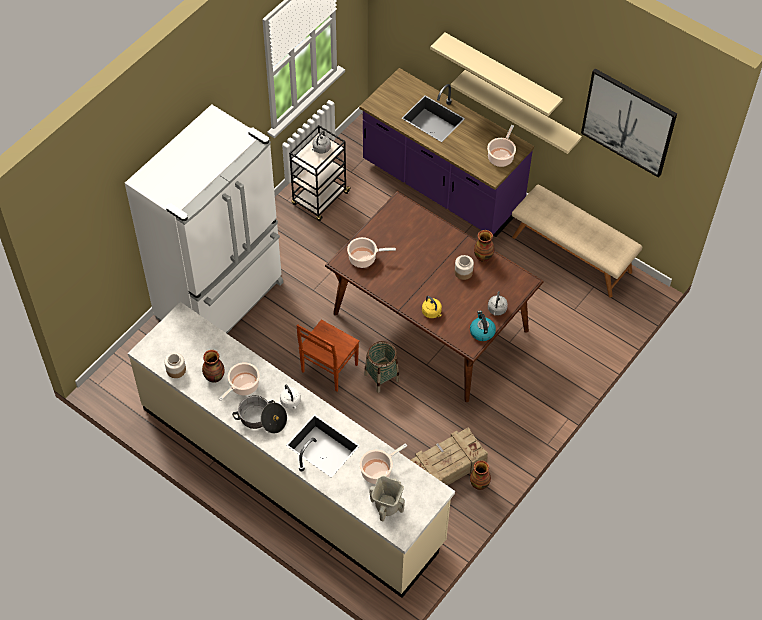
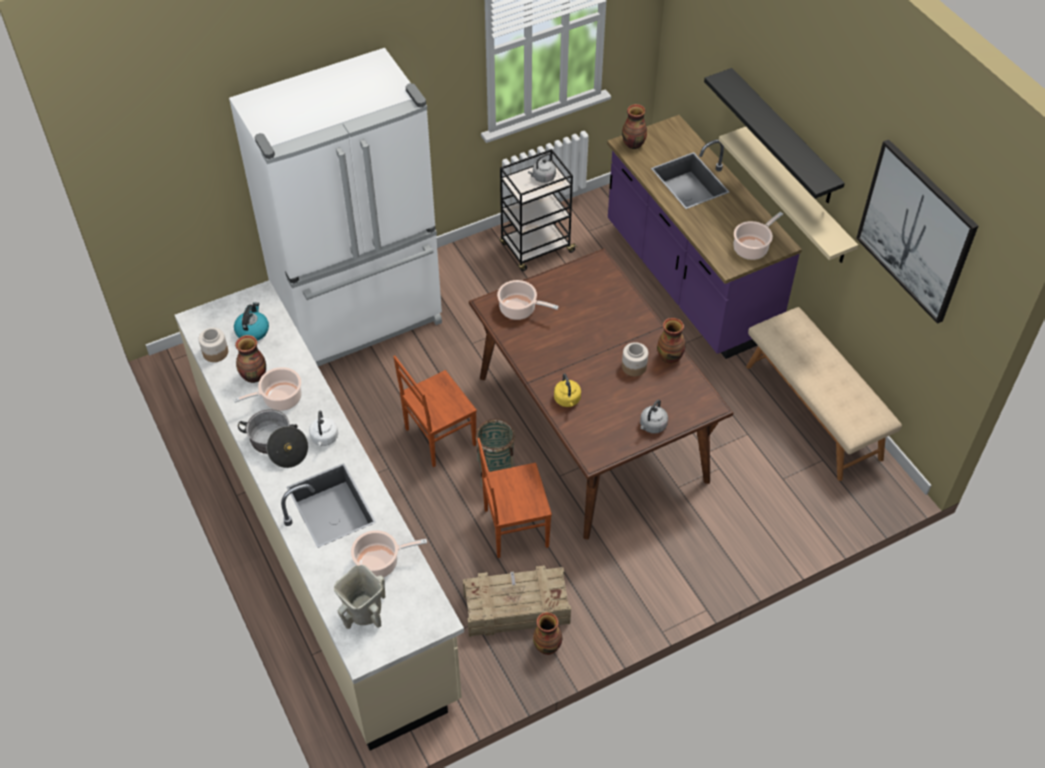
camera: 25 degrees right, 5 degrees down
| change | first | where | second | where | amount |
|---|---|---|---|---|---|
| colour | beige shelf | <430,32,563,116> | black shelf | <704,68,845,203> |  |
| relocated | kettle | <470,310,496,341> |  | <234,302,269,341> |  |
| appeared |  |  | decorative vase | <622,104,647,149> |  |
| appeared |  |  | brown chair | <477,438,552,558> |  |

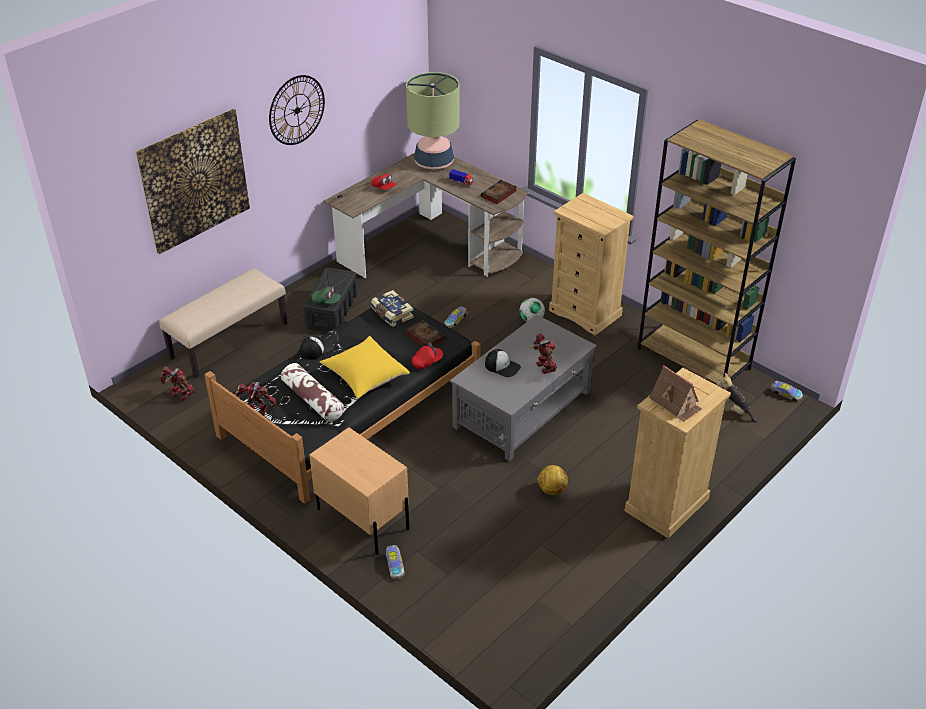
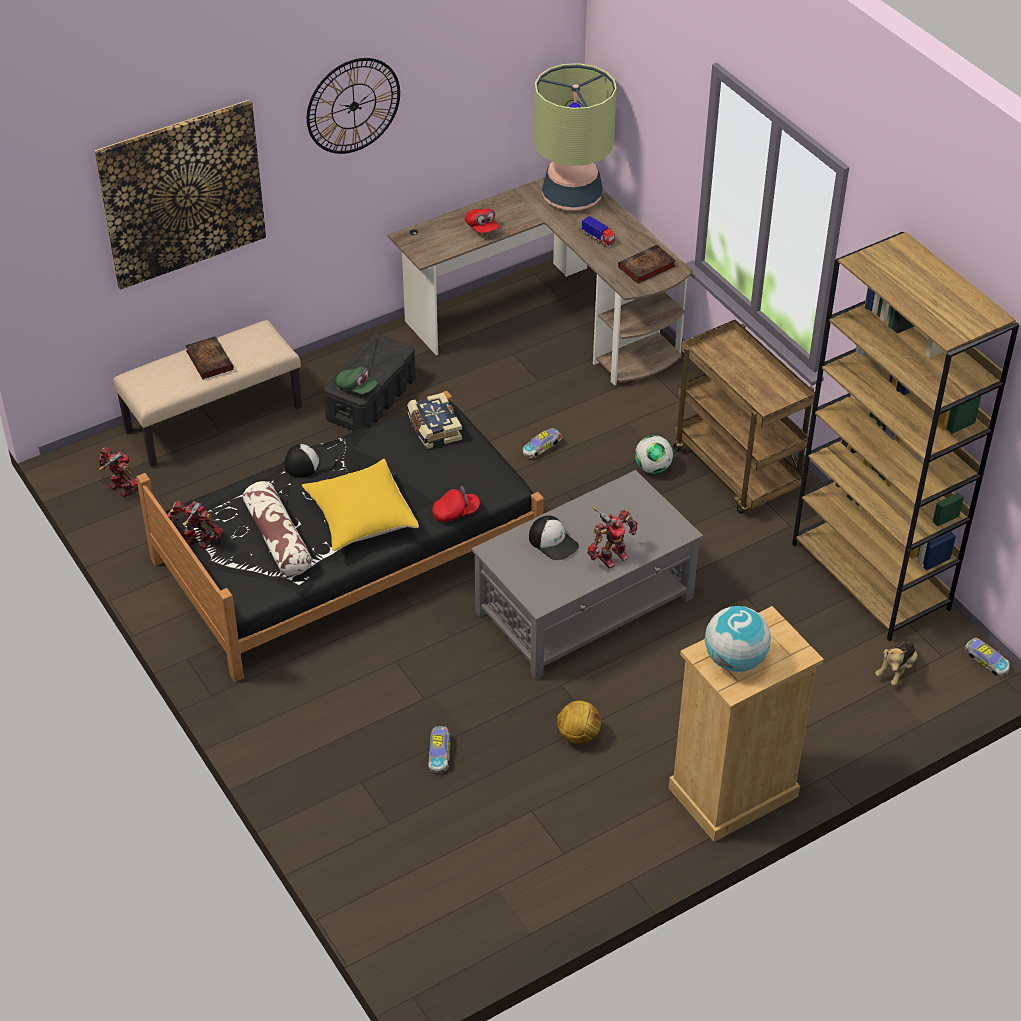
camera: 15 degrees right, 5 degrees up
| change | first | where | second | where | amount |
|---|---|---|---|---|---|
| exchanged | beige dresser | <549,193,634,335> | brown cart | <673,320,815,514> |  |
| relocated | bound book | <405,320,445,346> |  | <185,336,234,379> |  |
| spun | model robot | <531,333,557,374> |  | <587,507,637,569> | 60 degrees clockwise |
| exchanged | miniature house | <649,365,702,422> | desk globe | <705,606,771,672> |  |
| spun | soft toy | <716,373,757,423> |  | <875,642,917,686> | 120 degrees counterclockwise |
| missing | beige bedside table | <309,427,409,555> |  |  |  |
| relocated | miniature car | <386,545,405,579> |  | <428,726,451,773> |  |

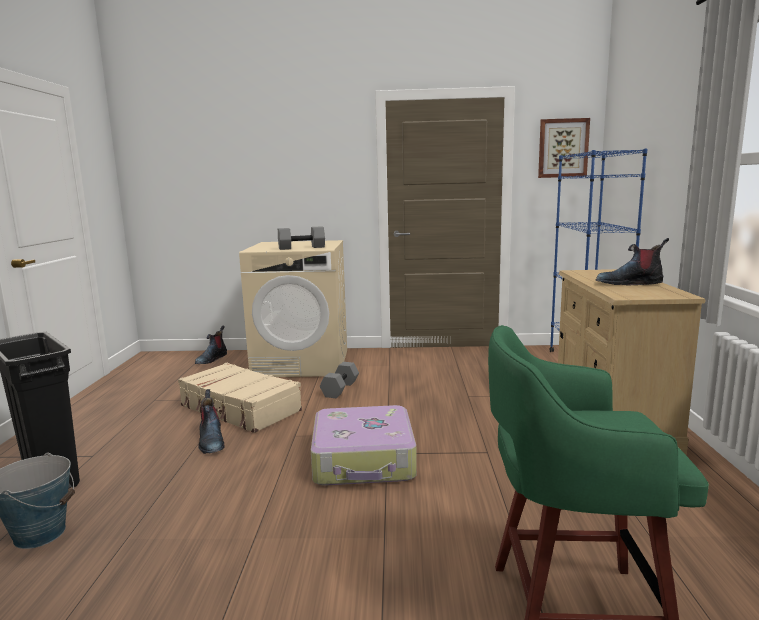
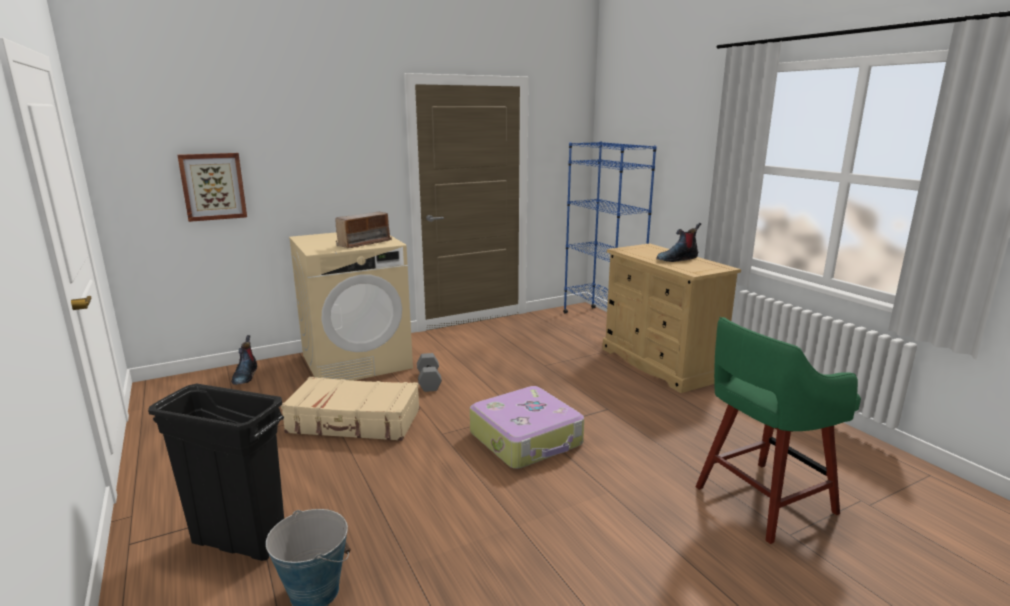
camera: 30 degrees left, 5 degrees up
| change | first | where | second | where | amount |
|---|---|---|---|---|---|
| relocated | picture | <538,118,590,178> |  | <177,153,247,222> |  |
| exchanged | greyish dumbbell | <278,226,325,250> | radio receiver | <335,212,392,249> |  |
| missing | tall boot | <198,389,225,454> |  |  |  |

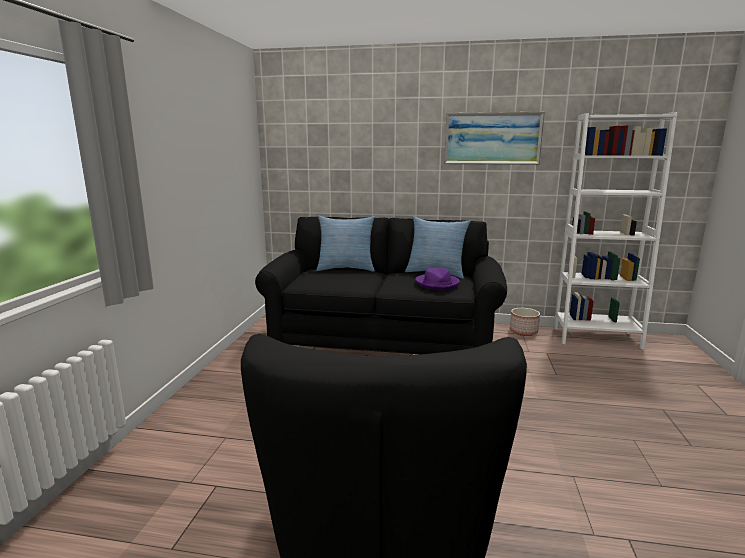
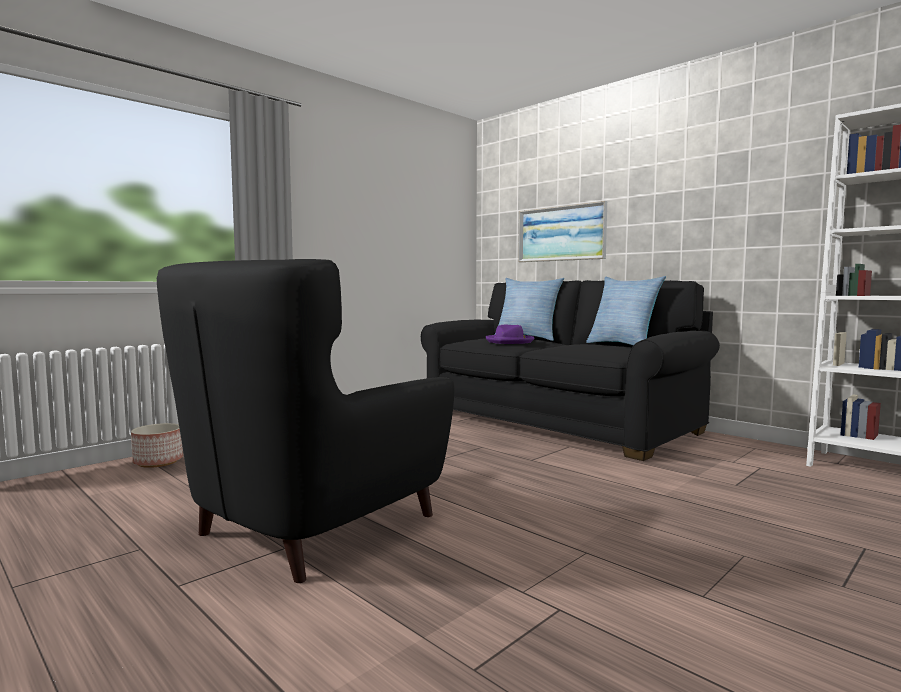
camera: 35 degrees right, 10 degrees down
| change | first | where | second | where | amount |
|---|---|---|---|---|---|
| relocated | picture | <444,112,545,165> |  | <518,201,607,262> |  |
| relocated | purple wearable hat | <415,267,460,290> |  | <486,325,534,344> |  |
| relocated | flower pot | <510,308,540,336> |  | <131,423,183,468> |  |

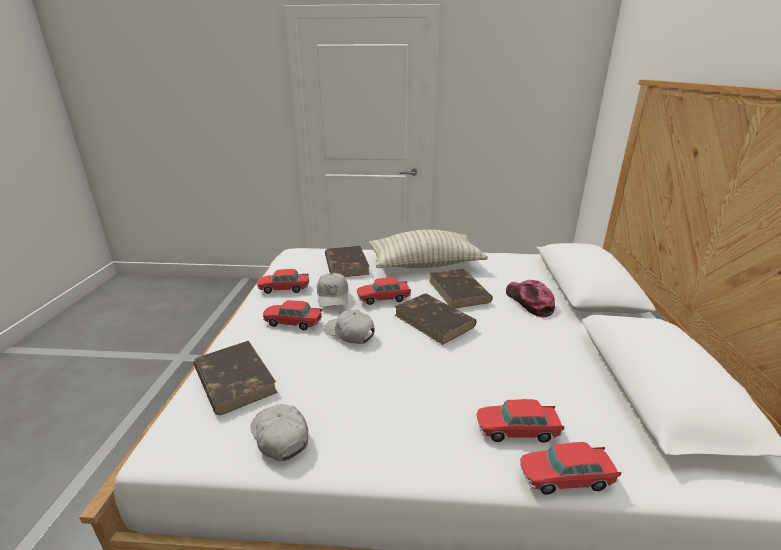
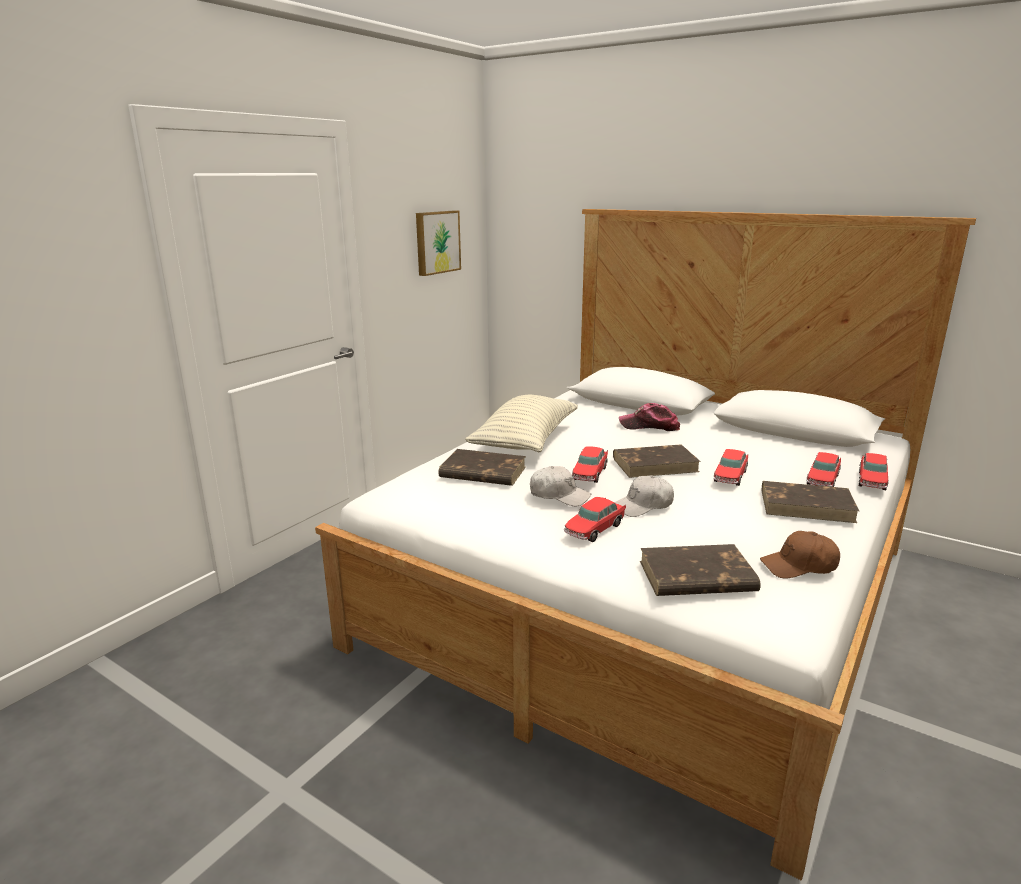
camera: 60 degrees left, 5 degrees down
| change | first | where | second | where | amount |
|---|---|---|---|---|---|
| relocated | miniature car | <257,269,309,294> |  | <714,449,748,486> |  |
| relocated | brown bound book | <429,269,493,308> |  | <762,481,859,523> |  |
| colour | white cap | <250,404,308,461> | brown cap | <760,531,840,579> |  |
| appeared |  |  | picture | <416,210,461,276> |  |

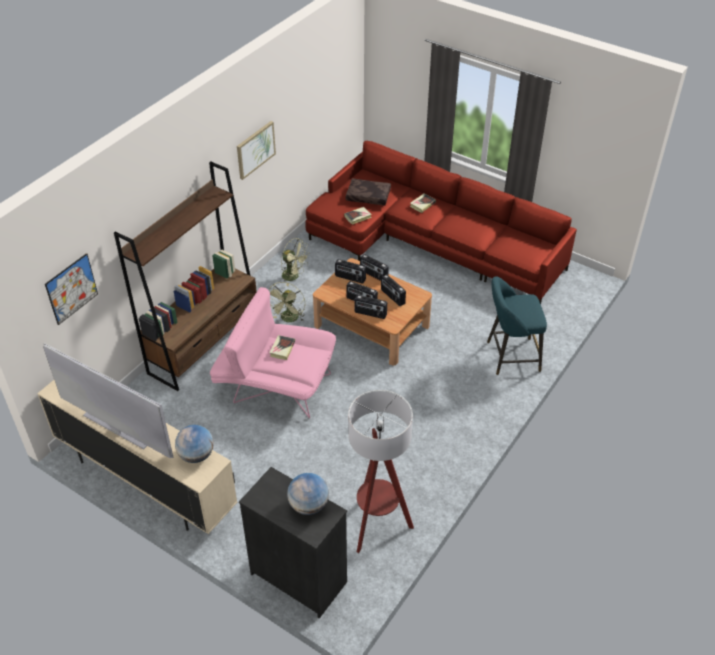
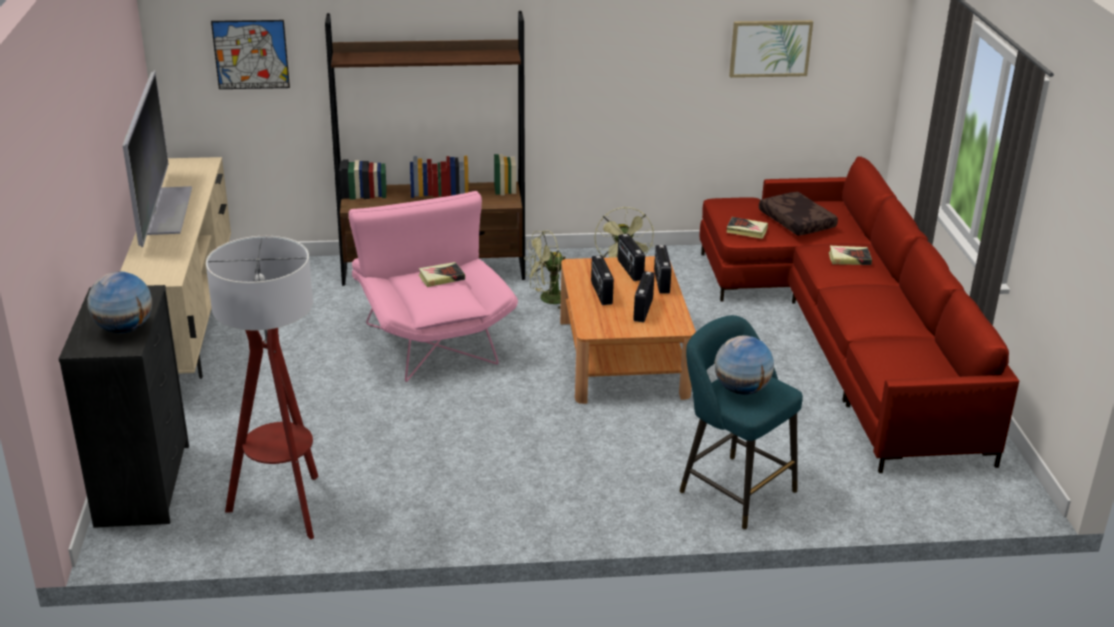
camera: 50 degrees right, 15 degrees down
| change | first | where | second | where | amount |
|---|---|---|---|---|---|
| relocated | picture | <237,121,276,180> |  | <729,20,813,78> |  |
| missing | radio receiver | <354,295,387,319> |  |  |  |
| relocated | desk globe | <175,425,214,463> |  | <714,335,774,395> |  |

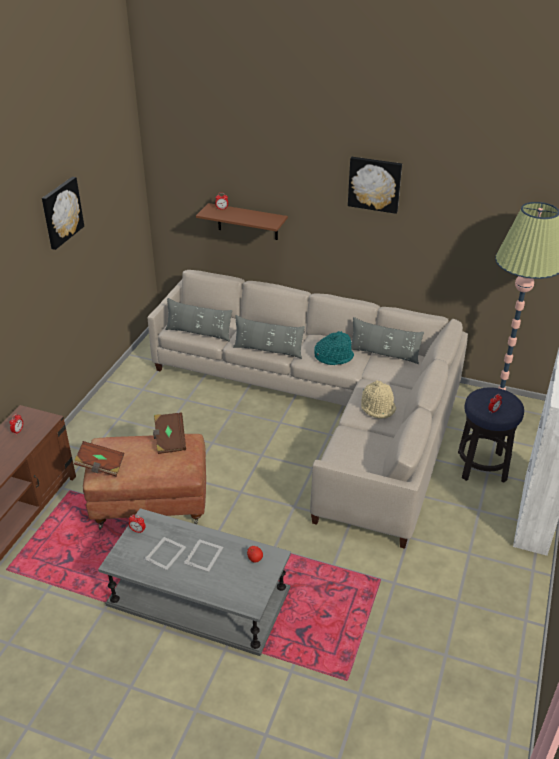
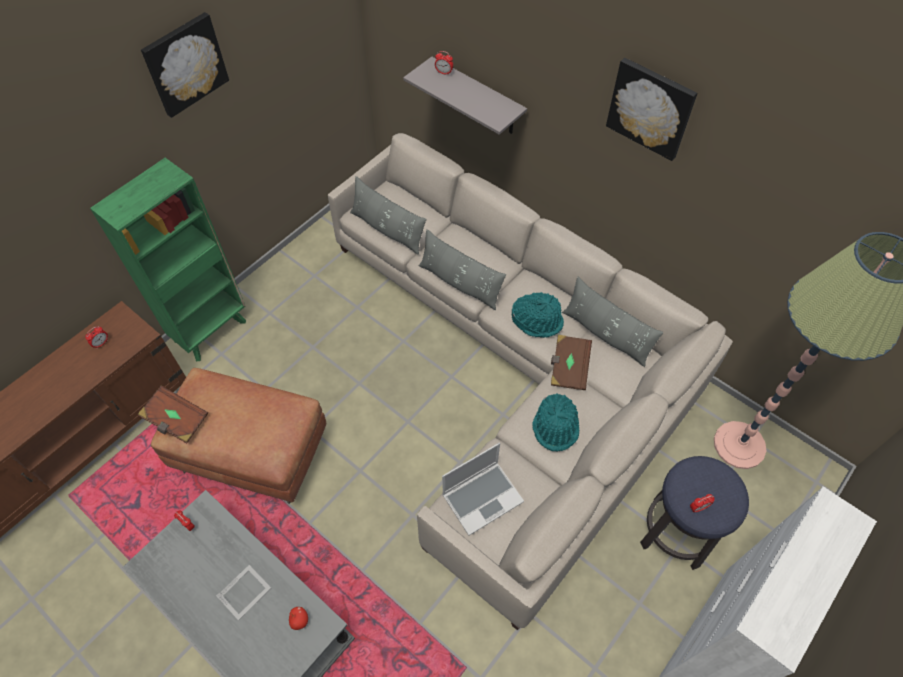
camera: 20 degrees right, 20 degrees up
| change | first | where | second | where | amount |
|---|---|---|---|---|---|
| colour | brown shelf | <196,203,288,240> | greyish shelf | <403,57,527,135> |  |
| colour | beige wearable hat | <361,380,396,419> | turquoise-coloured wearable hat | <532,393,580,452> |  |
| relocated | brown bound book | <153,413,186,454> |  | <551,335,592,390> |  |
| missing | photo frame | <144,537,186,570> |  |  |  |
| appeared |  |  | green bookshelf | <90,158,246,361> |  |
| appeared |  |  | notebook computer | <442,443,524,536> |  |

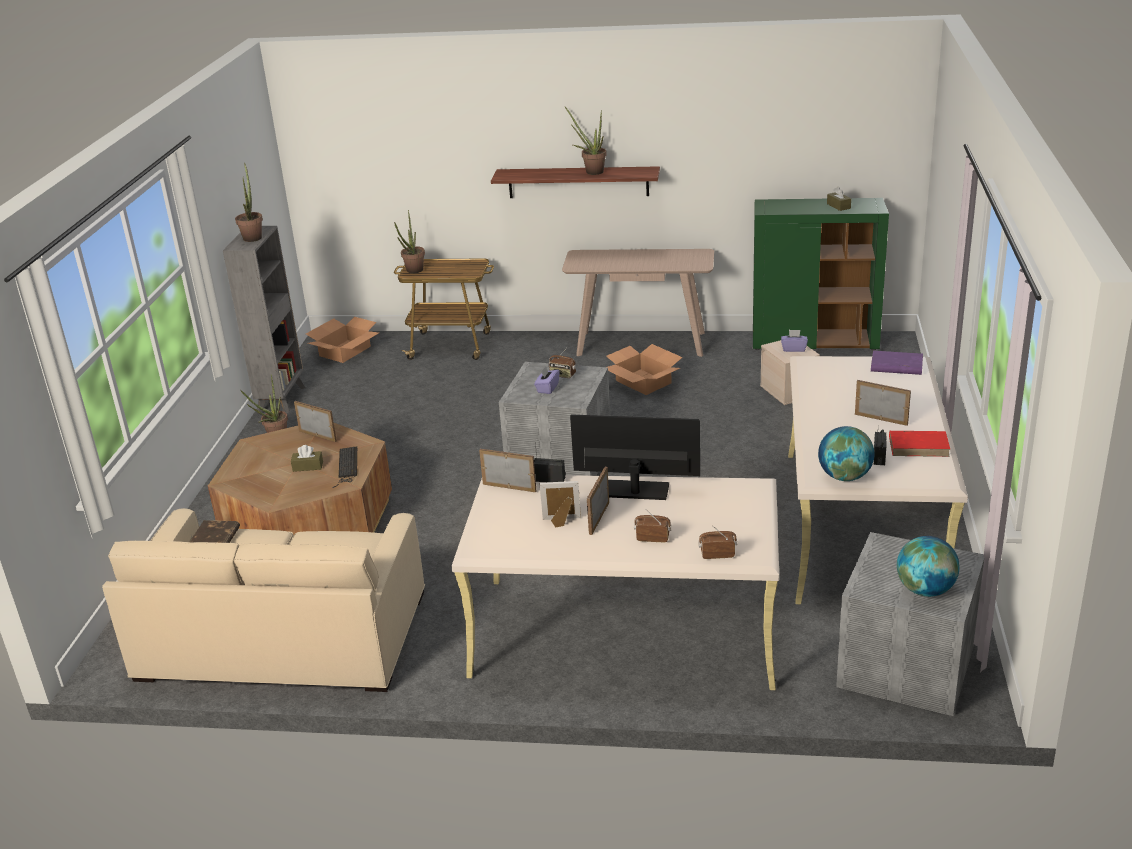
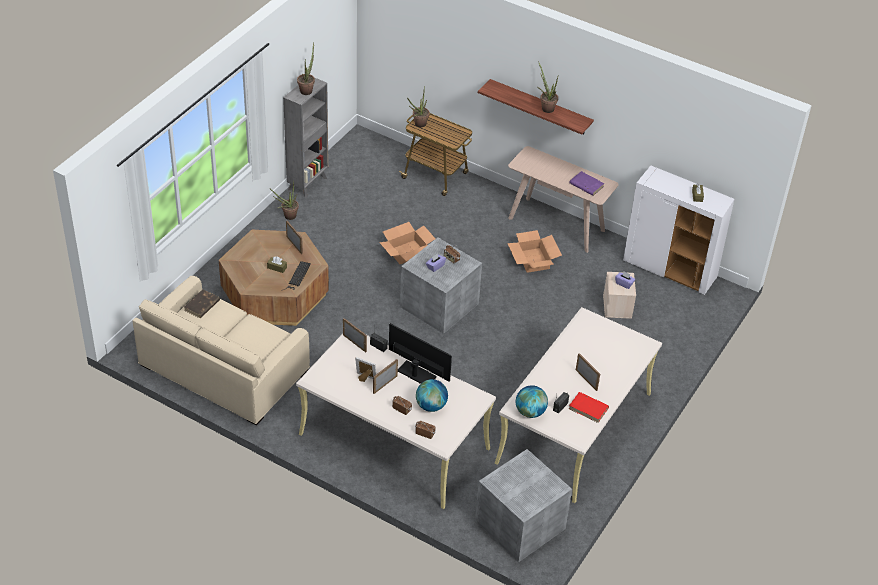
camera: 20 degrees right, 15 degrees up
| change | first | where | second | where | amount |
|---|---|---|---|---|---|
| colour | green cupboard | <753,198,889,350> | white cupboard | <623,166,734,295> |  |
| relocated | cardboard box | <306,317,379,363> |  | <379,222,435,264> |  |
| relocated | purple bound book | <871,351,923,375> |  | <569,171,605,196> |  |
| relocated | desk globe | <897,536,960,597> |  | <416,379,448,412> |  |

